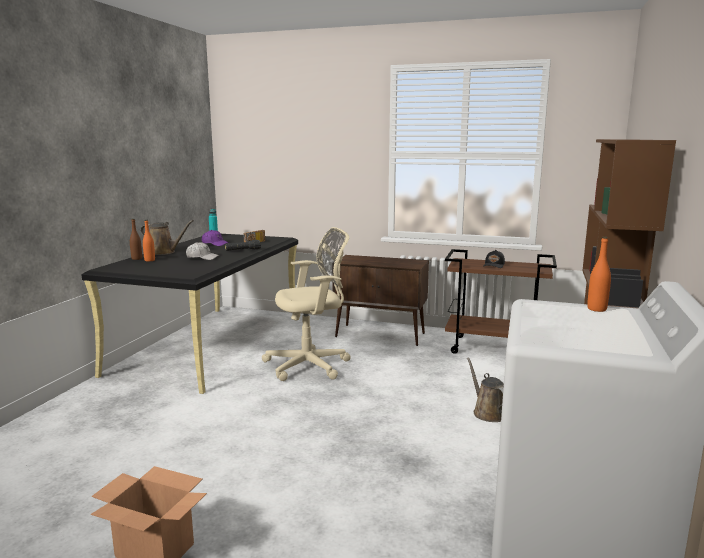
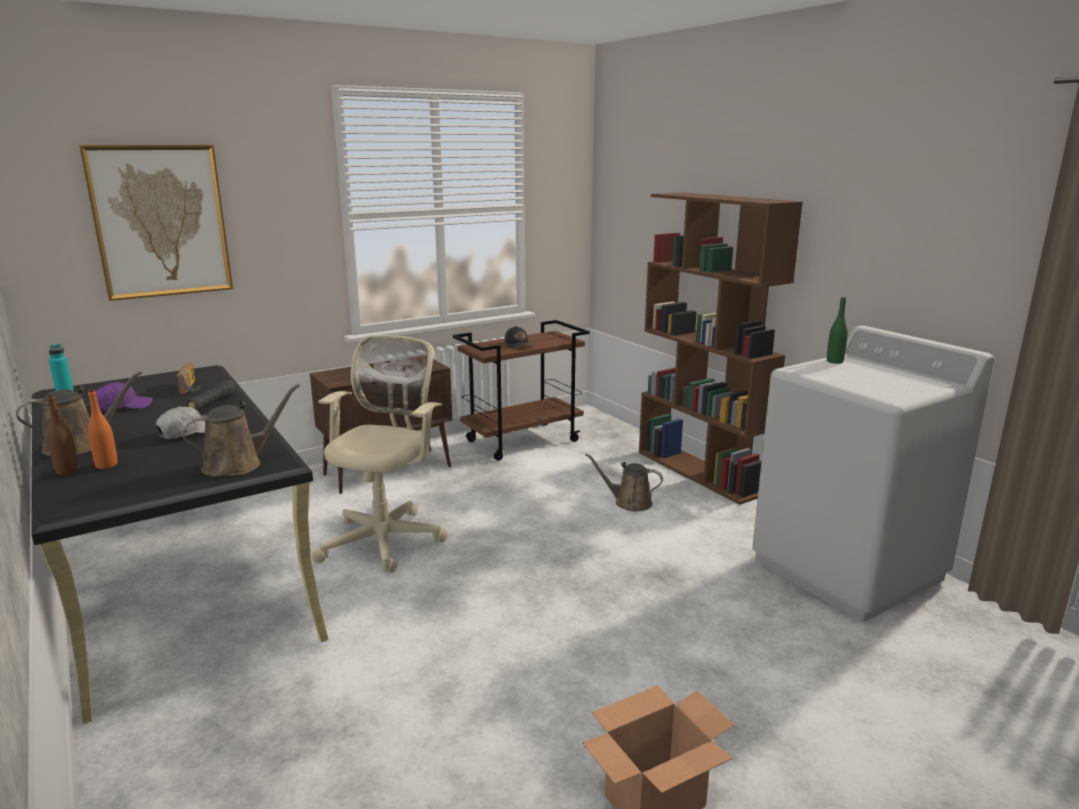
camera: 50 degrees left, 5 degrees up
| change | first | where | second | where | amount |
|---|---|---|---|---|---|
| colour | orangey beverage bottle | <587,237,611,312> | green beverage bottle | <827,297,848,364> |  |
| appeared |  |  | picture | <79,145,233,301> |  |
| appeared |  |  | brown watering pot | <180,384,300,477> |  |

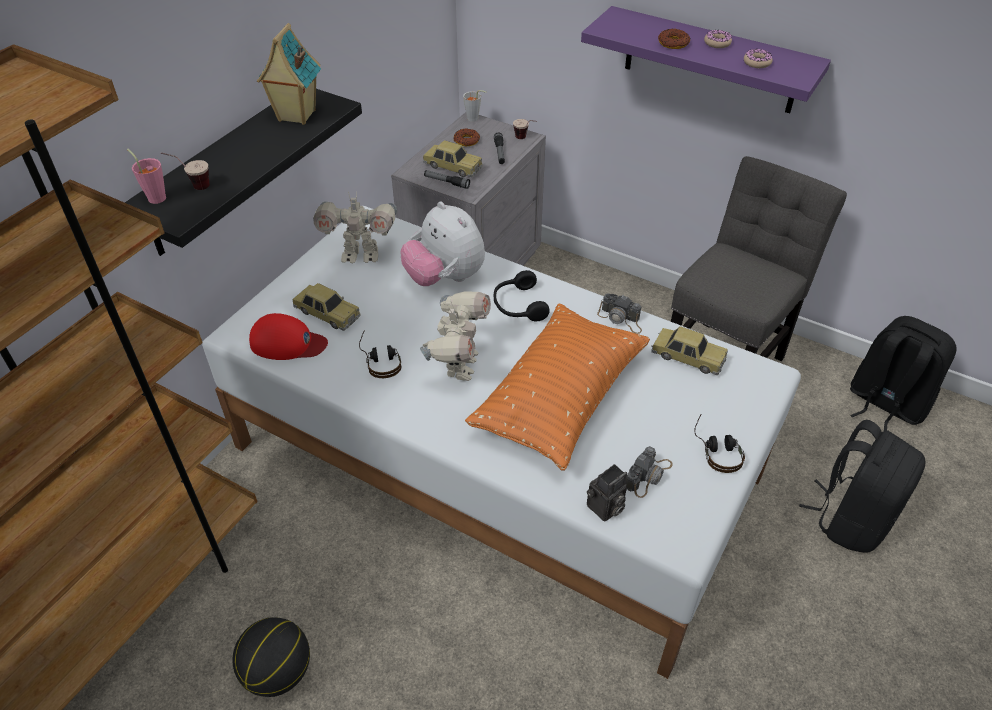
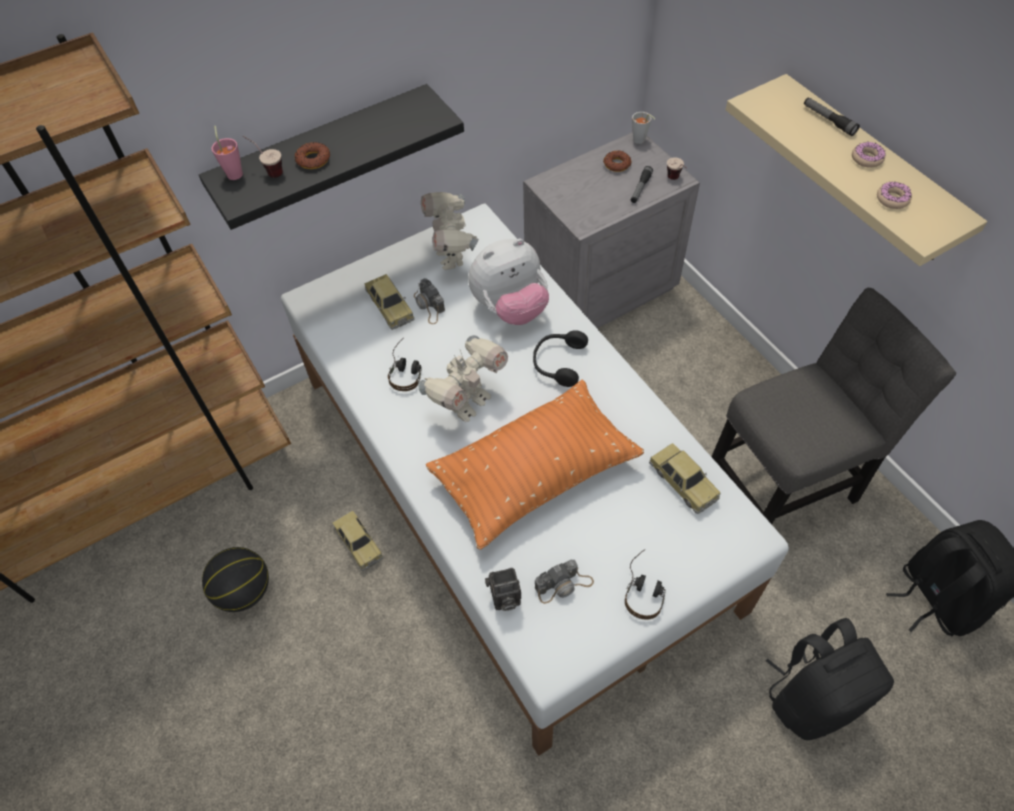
camera: 30 degrees right, 10 degrees up
| change | first | where | second | where | amount |
|---|---|---|---|---|---|
| colour | purple shelf | <581,6,831,113> | beige shelf | <726,74,987,266> |  |
| missing | miniature house | <257,23,321,125> |  |  |  |
| relocated | donut | <658,29,690,49> |  | <294,142,330,169> |  |
| relocated | miniature car | <423,140,482,177> |  | <333,511,384,571> |  |
| relocated | flashlight | <424,170,470,189> |  | <804,97,860,136> |  |
| spun | model robot | <313,191,397,263> |  | <421,192,479,270> | 45 degrees clockwise |
| spun | soft toy | <400,202,485,286> |  | <468,239,549,325> | 105 degrees counterclockwise |
| relocated | photo camera | <597,293,642,334> |  | <414,278,445,324> |  |
| missing | red cap | <249,313,328,360> |  |  |  |

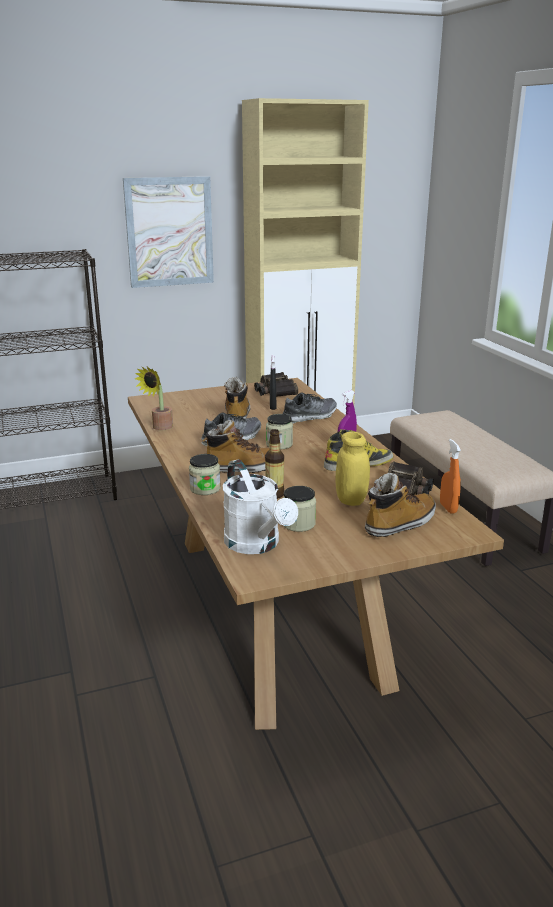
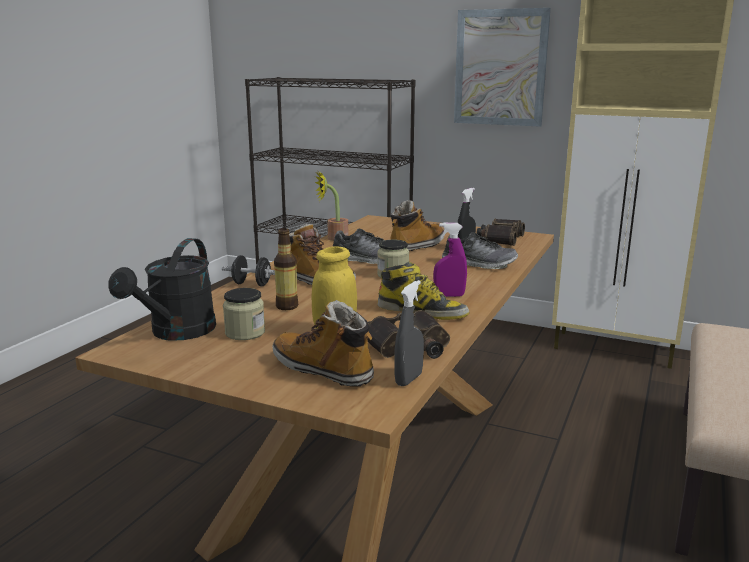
camera: 45 degrees right, 5 degrees down
| change | first | where | second | where | amount |
|---|---|---|---|---|---|
| colour | orangey hand sprayer | <440,439,461,514> | greyish hand sprayer | <395,280,424,386> |  |
| exchanged | storage jar | <189,454,221,495> | black dumbbell | <222,255,275,286> |  |
| colour | white watering pot | <223,459,298,554> | black watering pot | <108,238,216,341> |  |
| spun | tall boot | <365,473,436,537> |  | <272,300,374,387> | 150 degrees counterclockwise |

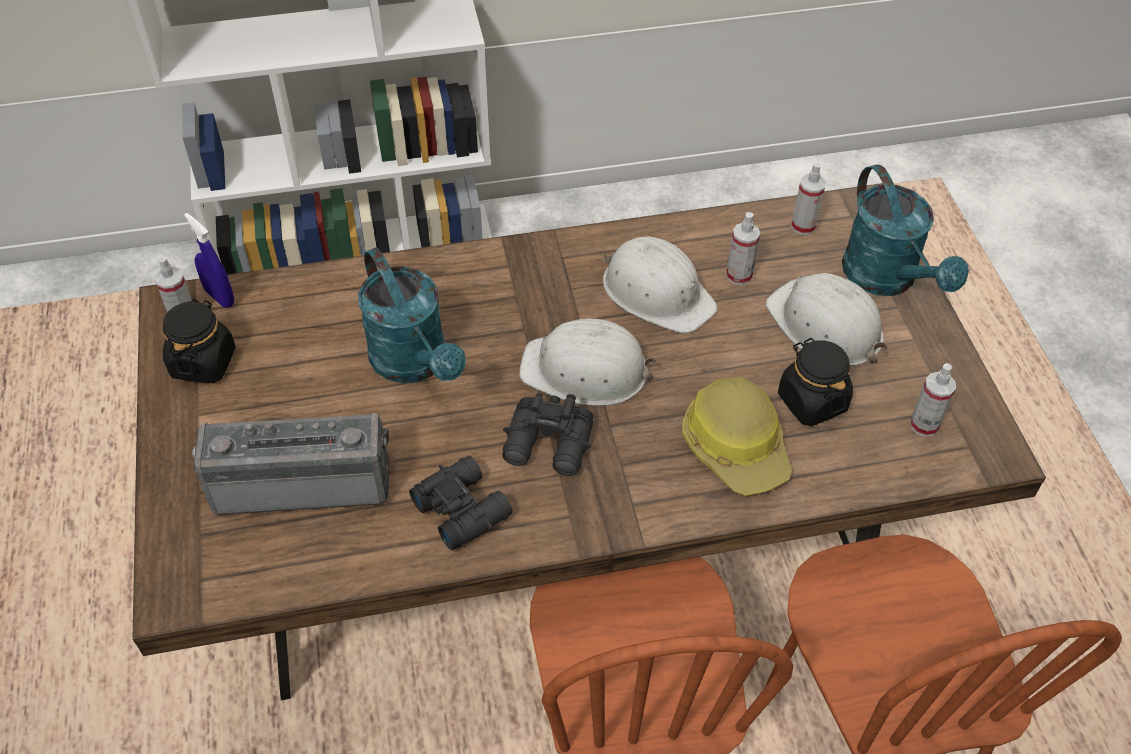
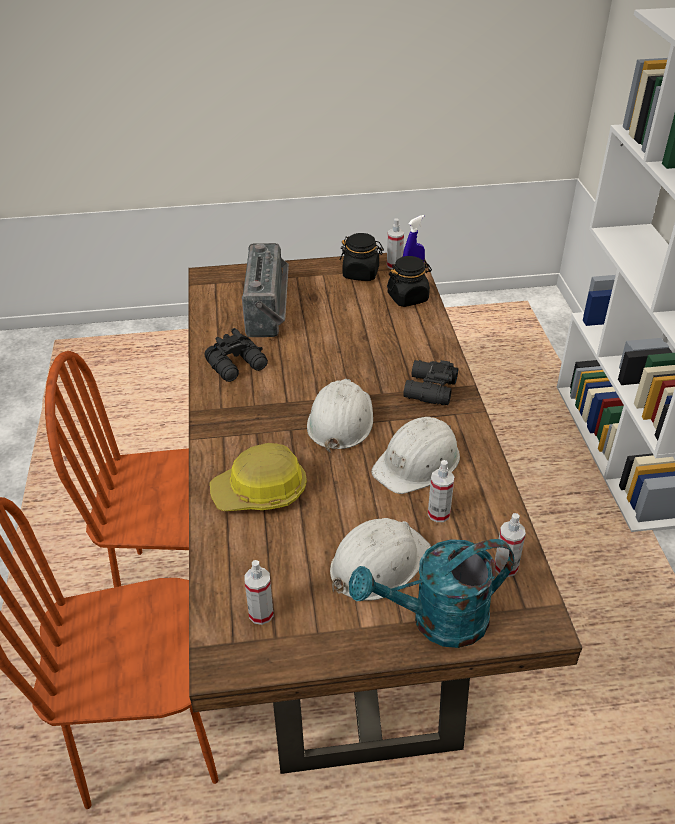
camera: 95 degrees right, 10 degrees down
| change | first | where | second | where | amount |
|---|---|---|---|---|---|
| missing | turquoise-coloured watering pot | <358,248,466,383> |  |  |  |
| relocated | black storage jar | <778,338,853,426> |  | <387,256,432,307> |  |
| relocated | black binoculars | <502,393,593,476> |  | <403,360,458,405> |  |

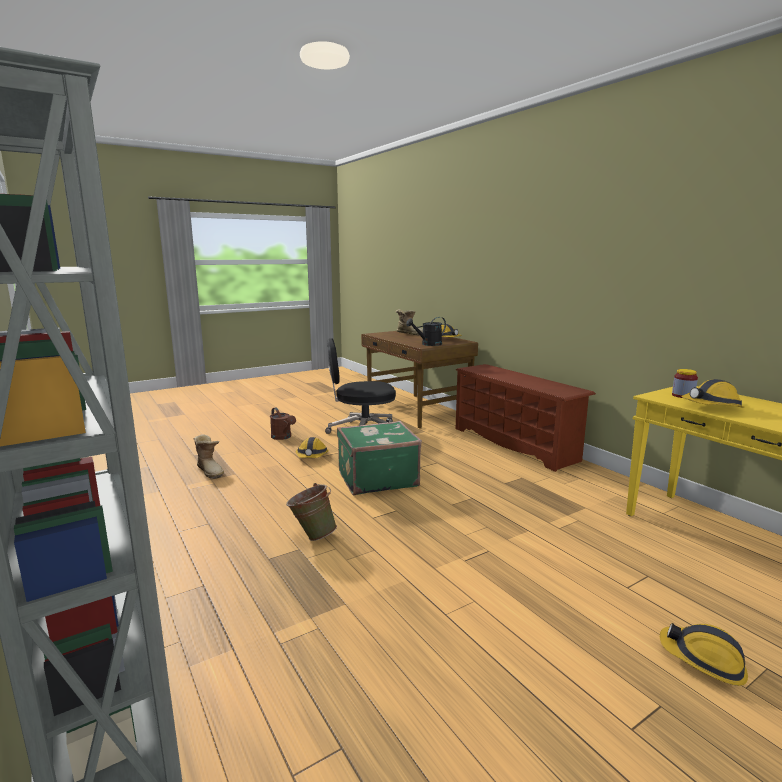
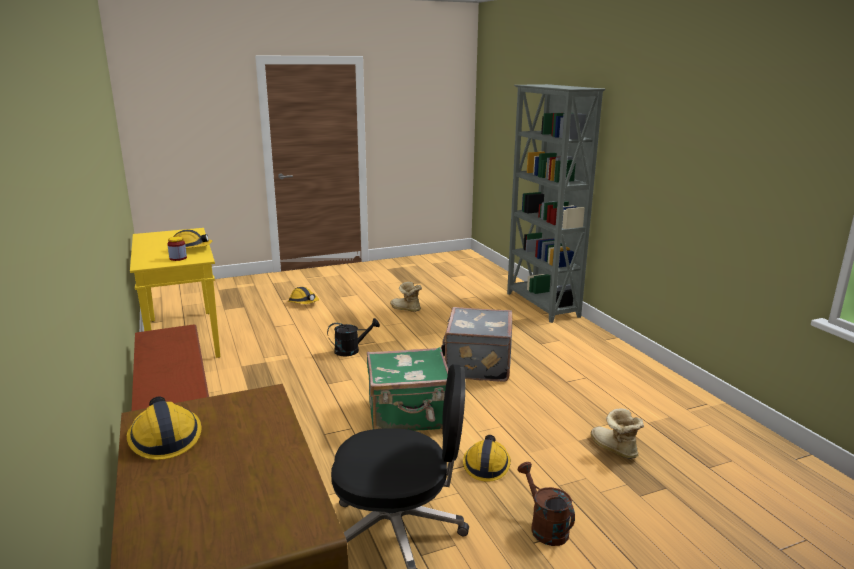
camera: 170 degrees left, 5 degrees up
| change | first | where | second | where | amount |
|---|---|---|---|---|---|
| relocated | tall boot | <396,309,423,336> |  | <390,282,422,312> |  |
| relocated | black watering pot | <406,317,446,346> |  | <327,318,380,356> |  |
| exchanged | green pail | <286,483,337,541> | greyish piece of luggage | <441,307,512,382> |  |

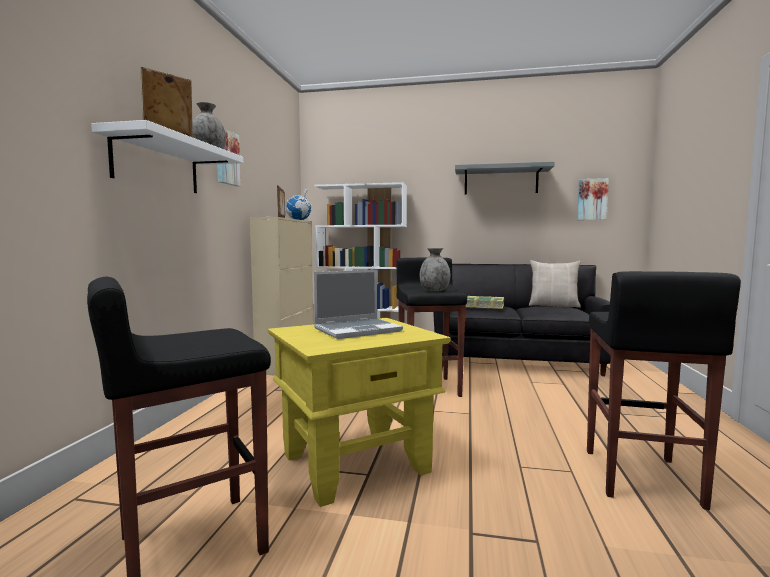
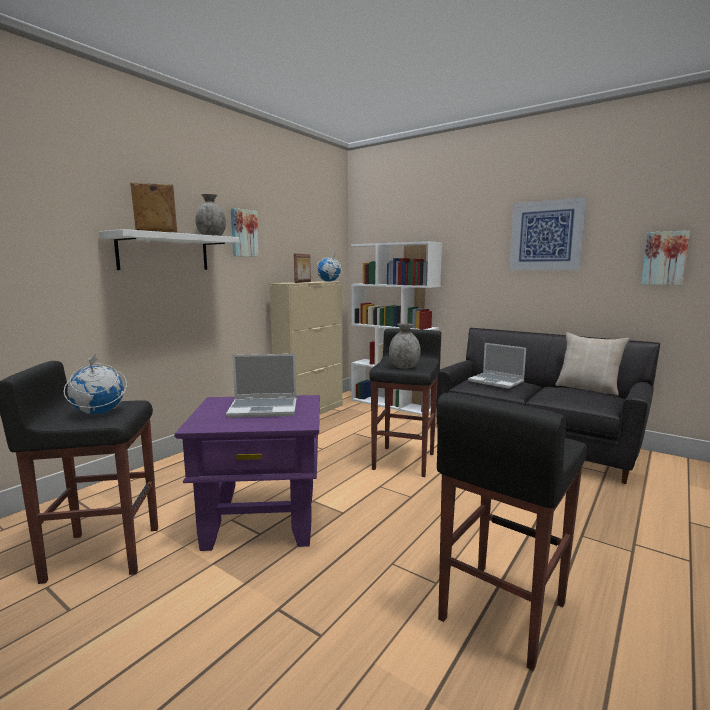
camera: 25 degrees right, 5 degrees up
| change | first | where | second | where | amount |
|---|---|---|---|---|---|
| exchanged | greyish shelf | <455,162,555,194> | picture | <509,197,587,270> |  |
| exchanged | bound book | <466,296,504,309> | notebook computer | <468,343,526,389> |  |
| colour | yellow-coloured accent table | <268,318,451,507> | purple accent table | <174,395,320,551> |  |
| appeared |  |  | desk globe | <63,353,127,414> |  |

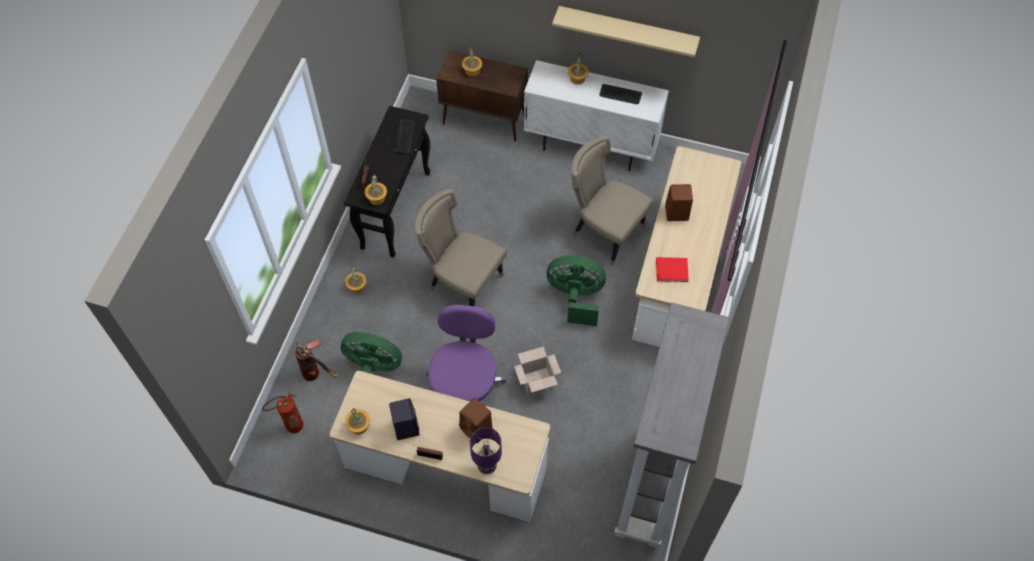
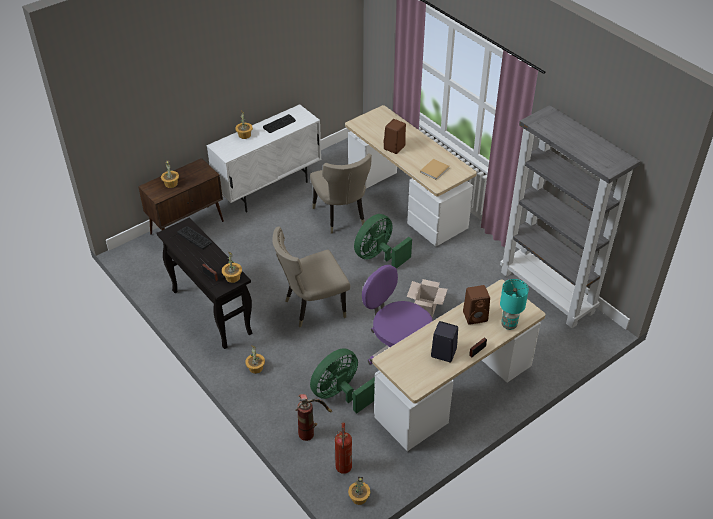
camera: 55 degrees left, 15 degrees down
| change | first | where | second | where | amount |
|---|---|---|---|---|---|
| missing | beige shelf | <552,6,700,57> |  |  |  |
| spun | beige chair | <571,135,654,266> |  | <310,153,372,234> | 90 degrees counterclockwise |
| colour | red bound book | <656,257,689,282> | beige bound book | <420,159,450,180> |  |
| relocated | potted plant | <345,408,370,434> |  | <348,477,370,505> |  |
| colour | purple tabletop lamp | <470,427,502,474> | turquoise-coloured tabletop lamp | <500,279,529,330> |  |

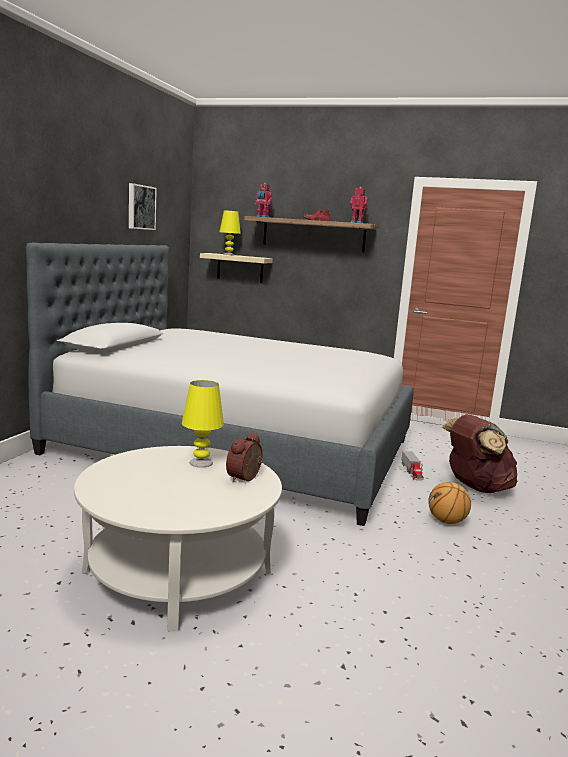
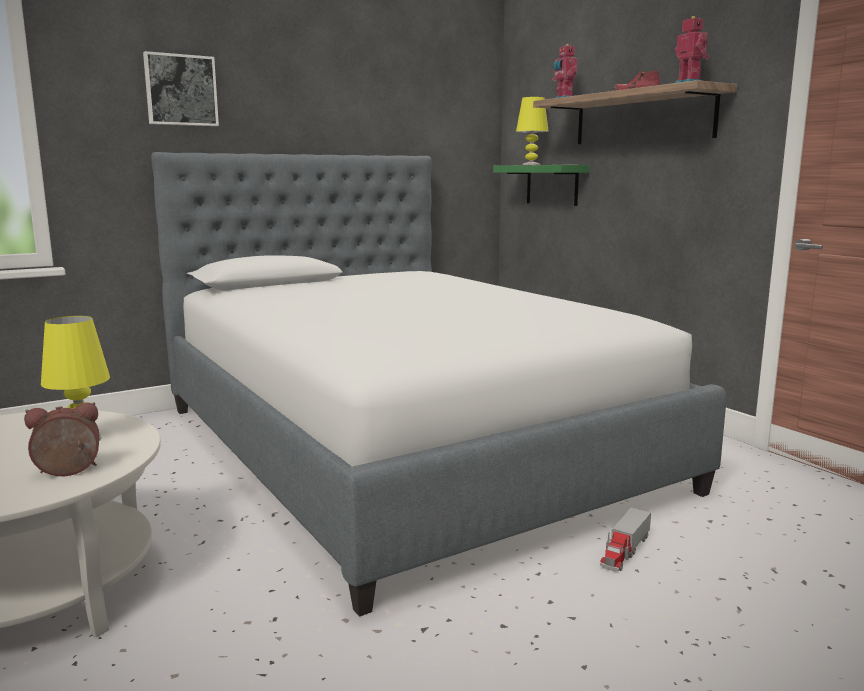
camera: 40 degrees right, 0 degrees up
| change | first | where | second | where | amount |
|---|---|---|---|---|---|
| relocated | picture | <129,183,157,230> |  | <143,51,219,126> |  |
| colour | beige shelf | <200,253,273,283> | green shelf | <493,165,590,206> |  |
| missing | brown backpack | <442,414,517,493> |  |  |  |
| missing | basketball ball | <428,482,471,524> |  |  |  |

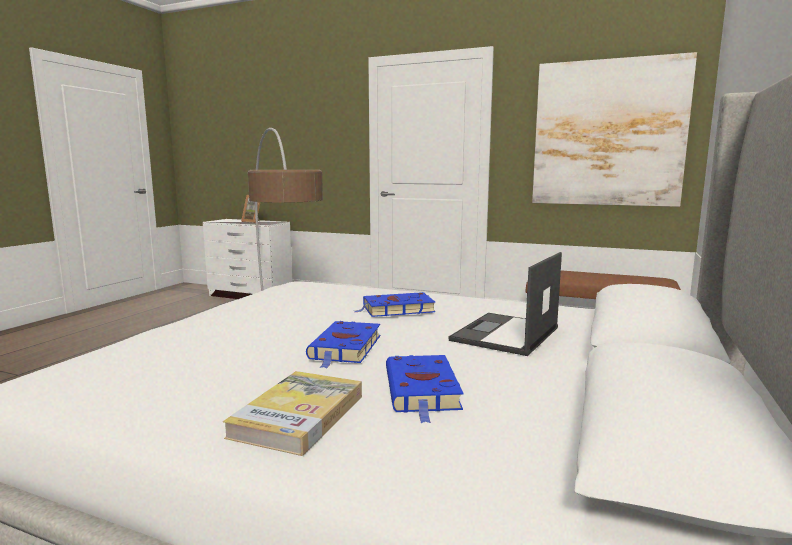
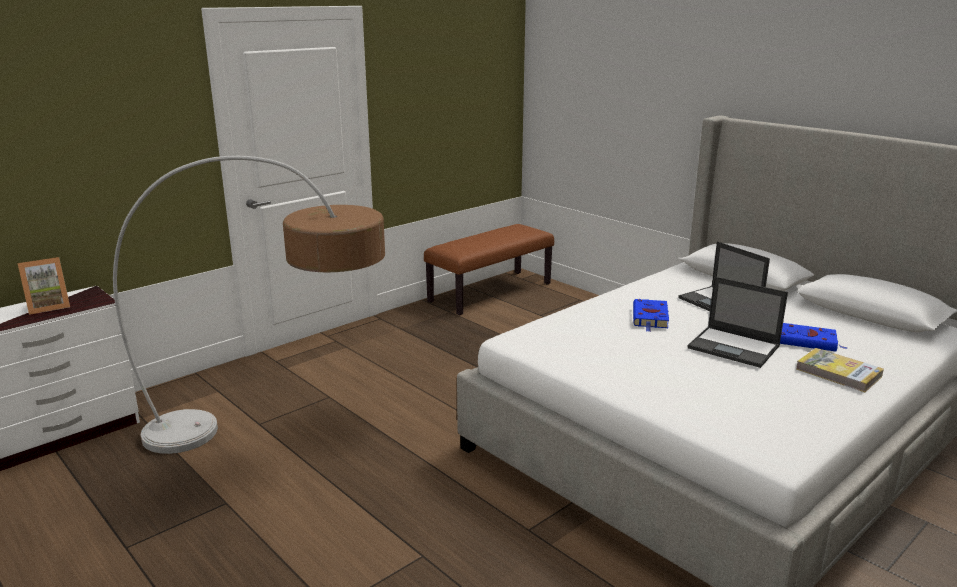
camera: 65 degrees left, 10 degrees up
| change | first | where | second | where | amount |
|---|---|---|---|---|---|
| missing | picture | <532,52,697,207> |  |  |  |
| exchanged | blue-coloured bound book | <306,321,380,368> | notebook computer | <687,277,788,368> |  |

